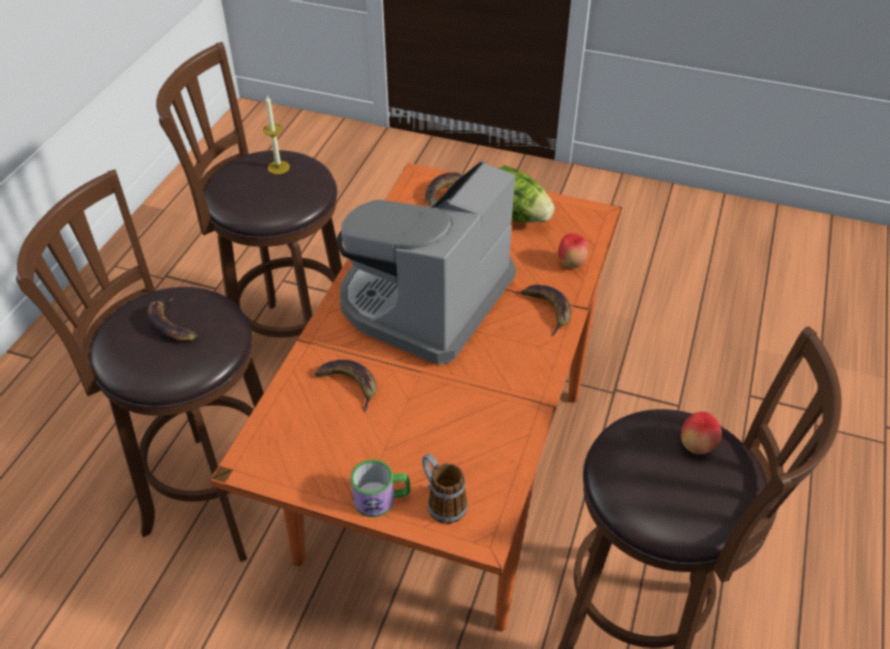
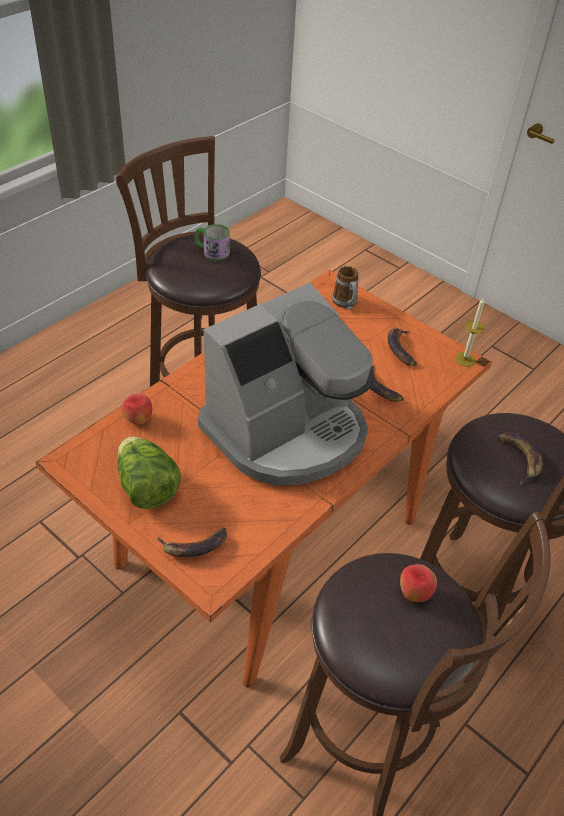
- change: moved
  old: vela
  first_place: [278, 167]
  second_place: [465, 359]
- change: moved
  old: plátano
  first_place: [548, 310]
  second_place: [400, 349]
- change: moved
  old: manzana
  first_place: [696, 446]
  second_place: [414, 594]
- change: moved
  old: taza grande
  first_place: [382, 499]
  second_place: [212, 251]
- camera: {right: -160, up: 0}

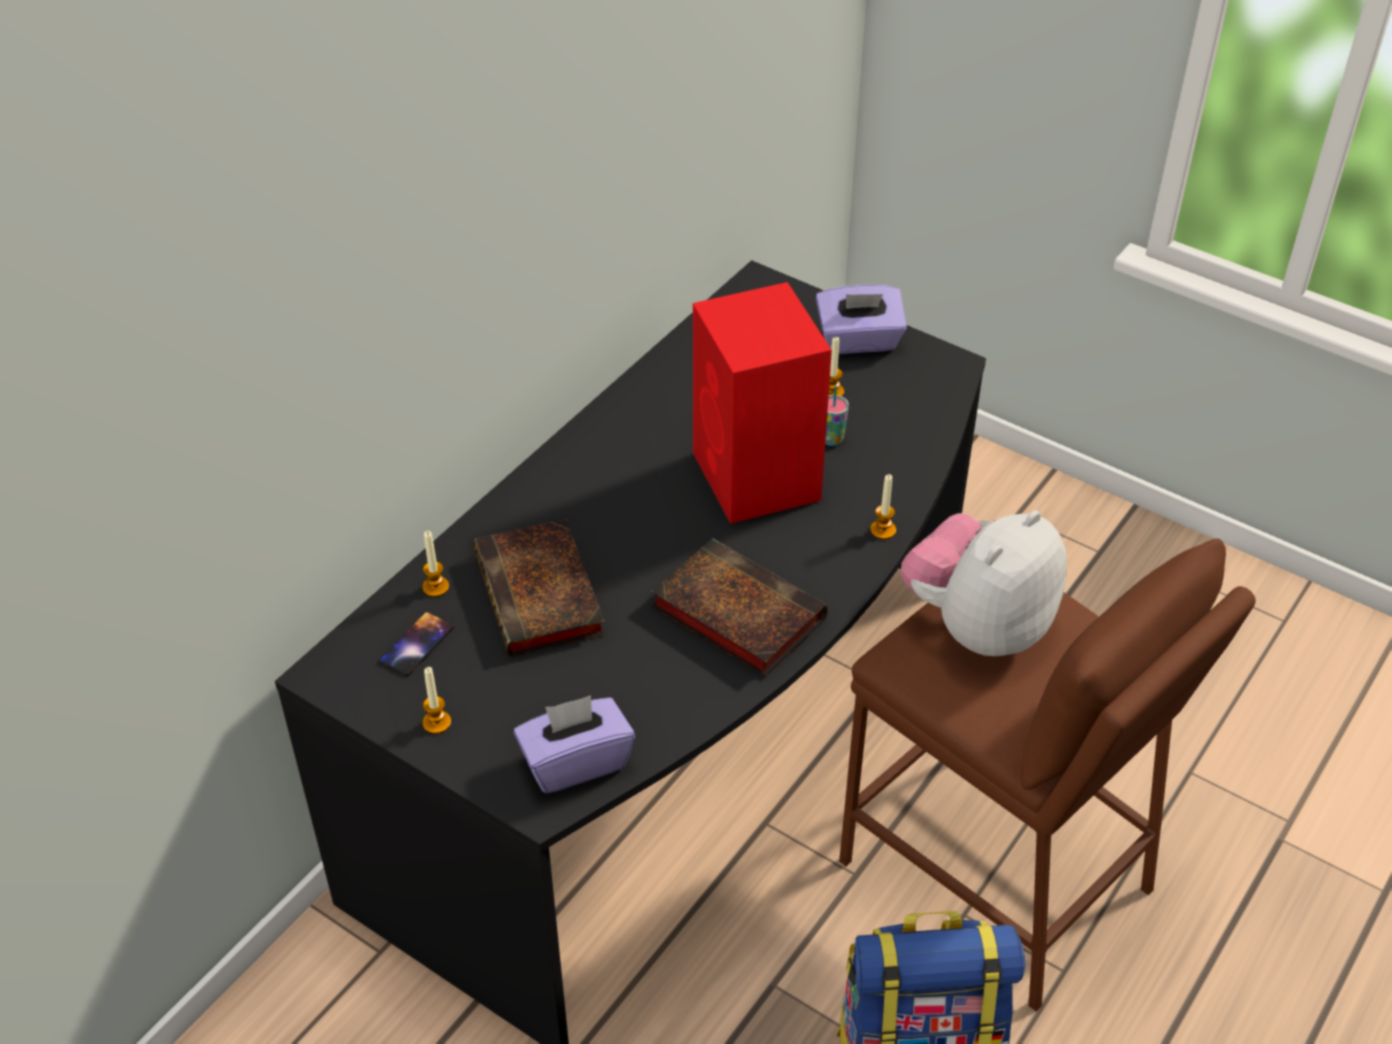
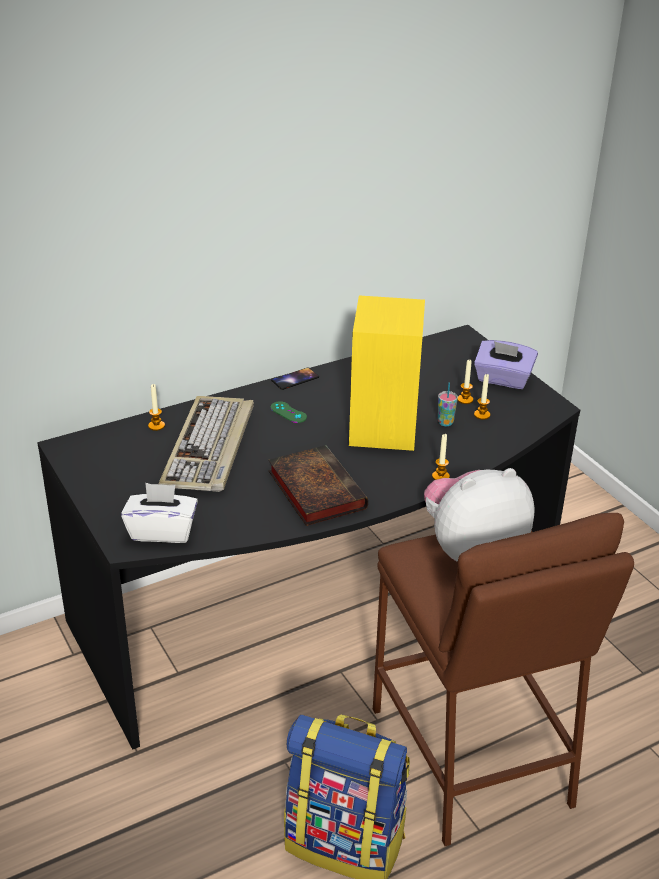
- change: recoloured
  old: altavoz (rojo)
  new: altavoz (amarillo)
  first_place: [757, 478]
  second_place: [383, 429]
- change: replaced
  old: libro
  new: teclado
  first_place: [541, 597]
  second_place: [210, 448]
- change: moved
  old: móvil
  first_place: [416, 644]
  second_place: [295, 379]
- change: moved
  old: vela
  first_place: [436, 722]
  second_place: [482, 415]
- change: recoloured
  old: caja de pañuelos (morado)
  new: caja de pañuelos (blanco)
  first_place: [575, 762]
  second_place: [162, 531]
- change: added
  new: mando de consola (verde)
  second_place: [288, 412]
- camera: {right: 25, up: -10}

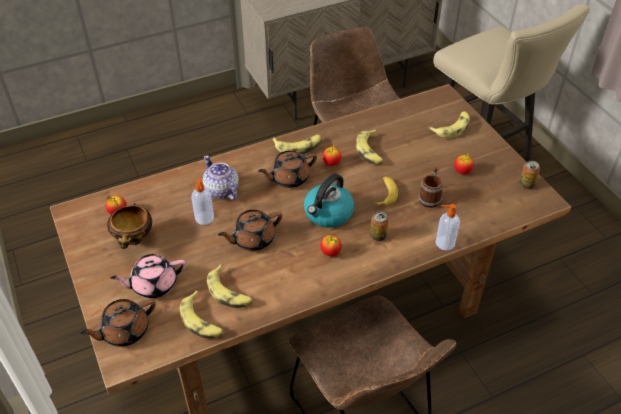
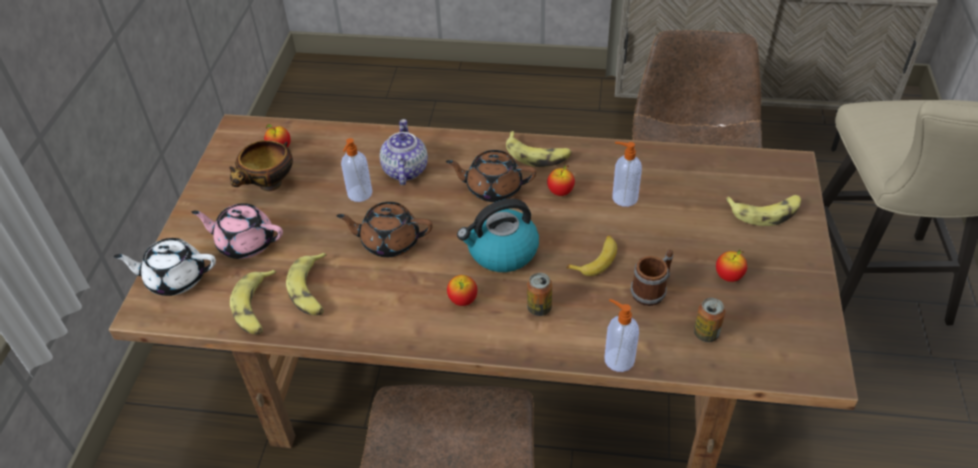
- change: replaced
  old: plátano
  new: dispensador de jabón
  first_place: [370, 151]
  second_place: [623, 198]
- change: moved
  old: lata
  first_place: [526, 184]
  second_place: [706, 333]
- change: recoloured
  old: tetera (marrón)
  new: tetera (blanco)
  first_place: [124, 331]
  second_place: [175, 278]
- camera: {right: 35, up: 0}

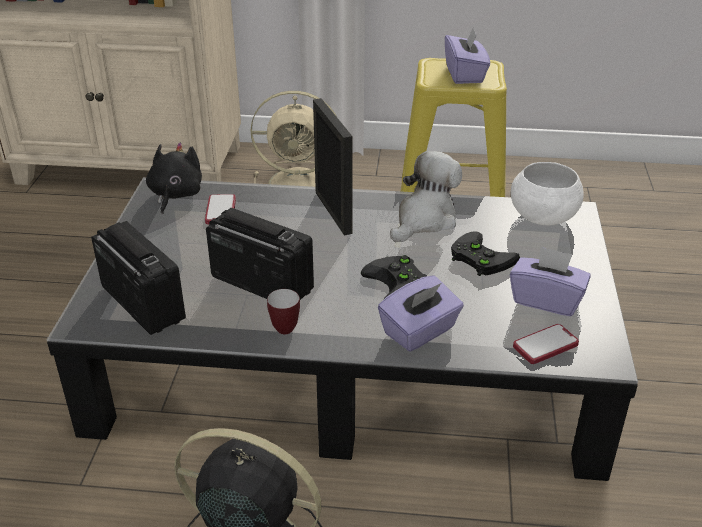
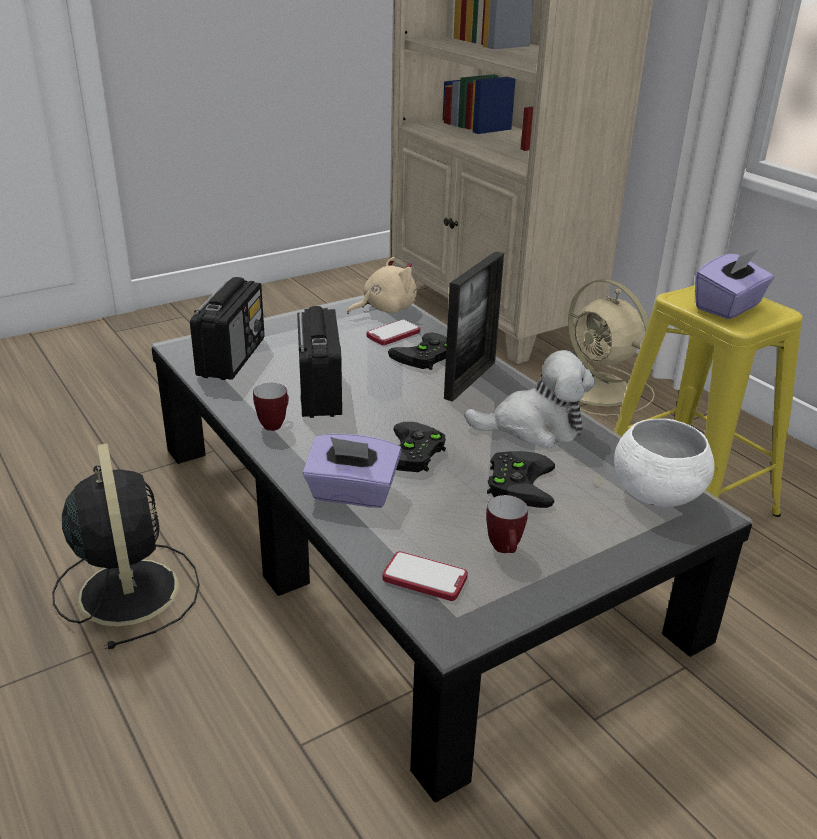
- change: recoloured
  old: peluche (negro)
  new: peluche (beis)
  first_place: [175, 195]
  second_place: [385, 309]
- change: replaced
  old: caja de pañuelos (morado)
  new: taza grande
  first_place: [546, 300]
  second_place: [505, 550]
- change: added
  new: mando de consola (negro)
  second_place: [425, 357]
- camera: {right: 50, up: -5}

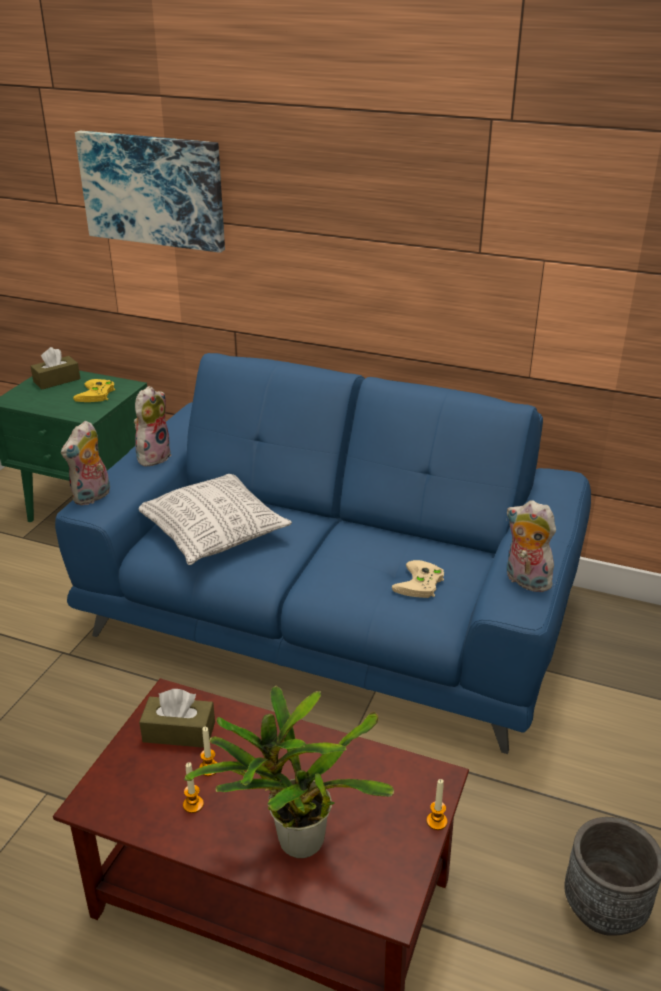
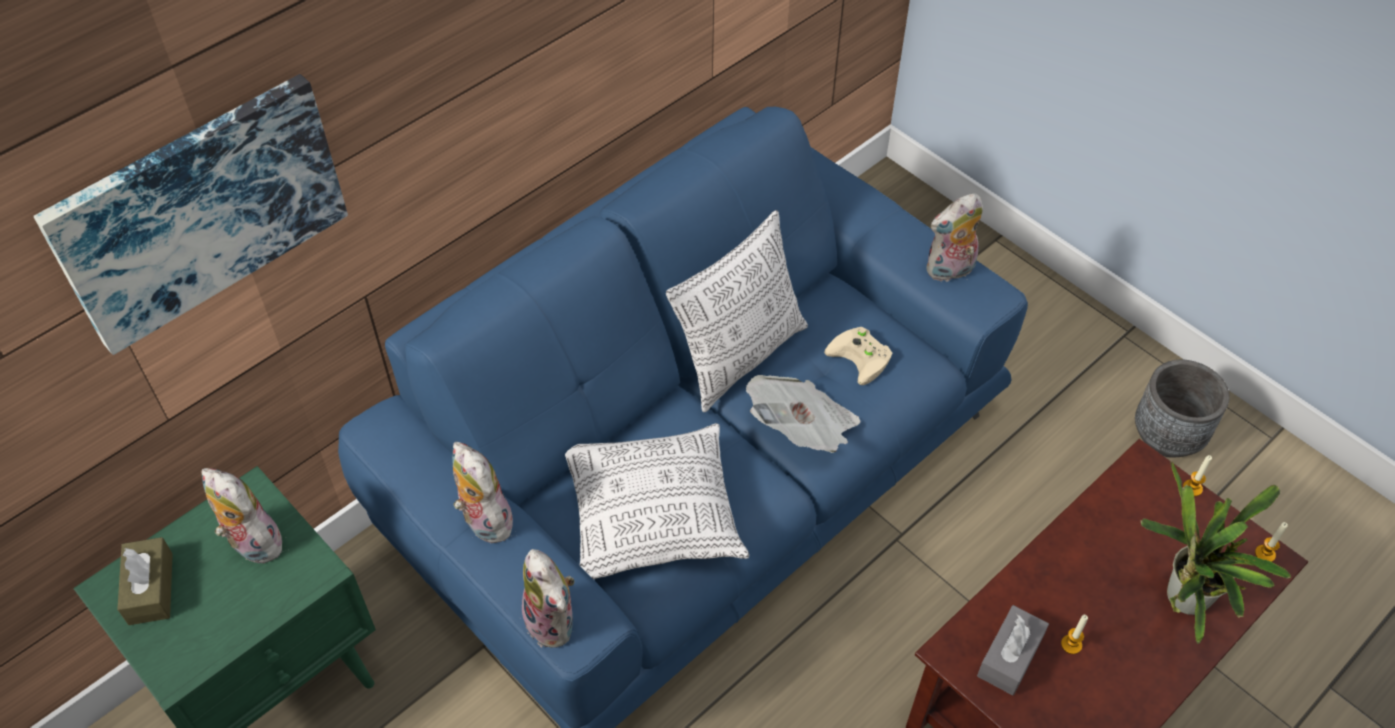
- change: replaced
  old: mando de consola (amarillo)
  new: peluche
  first_place: [96, 394]
  second_place: [251, 543]
- change: recoloured
  old: caja de pañuelos (marrón)
  new: caja de pañuelos (gris)
  first_place: [179, 732]
  second_place: [1010, 657]
- change: moved
  old: vela
  first_place: [193, 804]
  second_place: [1265, 554]
- change: added
  new: cojín
  second_place: [740, 356]
- change: added
  new: periódico
  second_place: [802, 430]
- camera: {right: -65, up: 20}

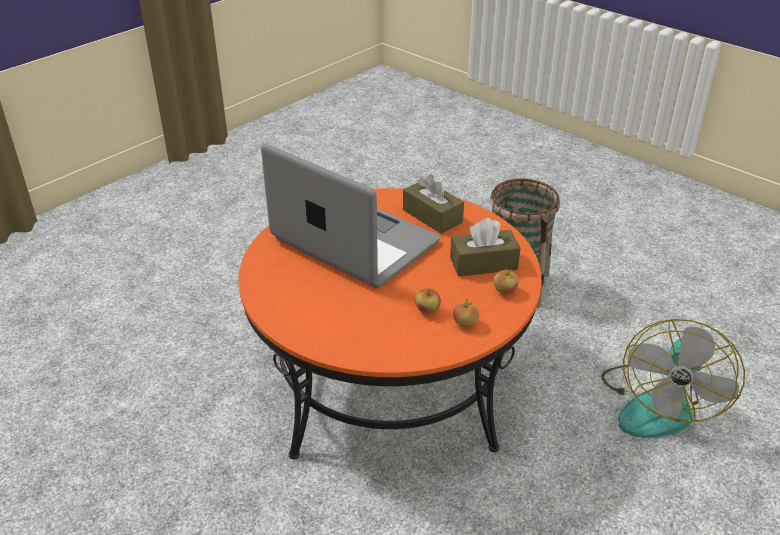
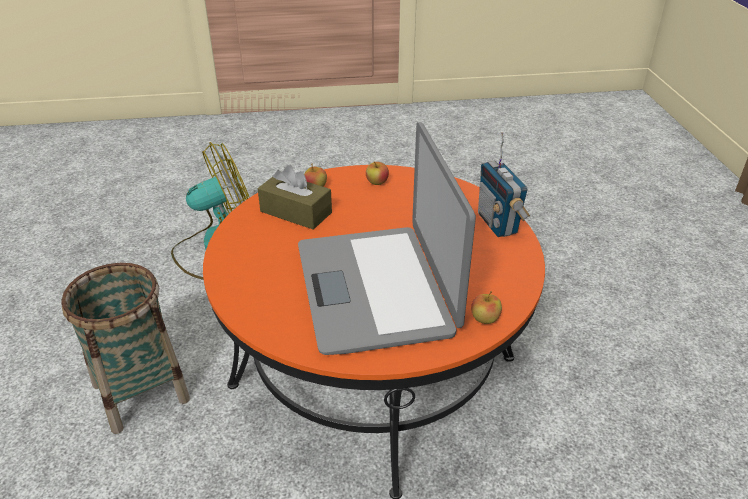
- change: removed
  old: caja de pañuelos (marrón)
  first_place: [432, 216]
- change: moved
  old: manzana
  first_place: [427, 310]
  second_place: [484, 319]
- change: added
  new: radio
  second_place: [498, 224]
- camera: {right: -140, up: 0}

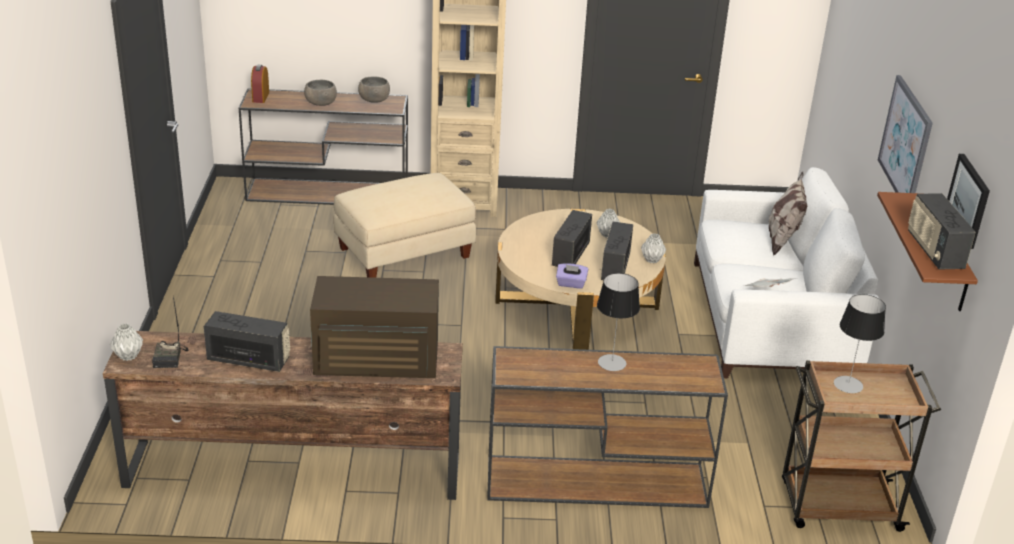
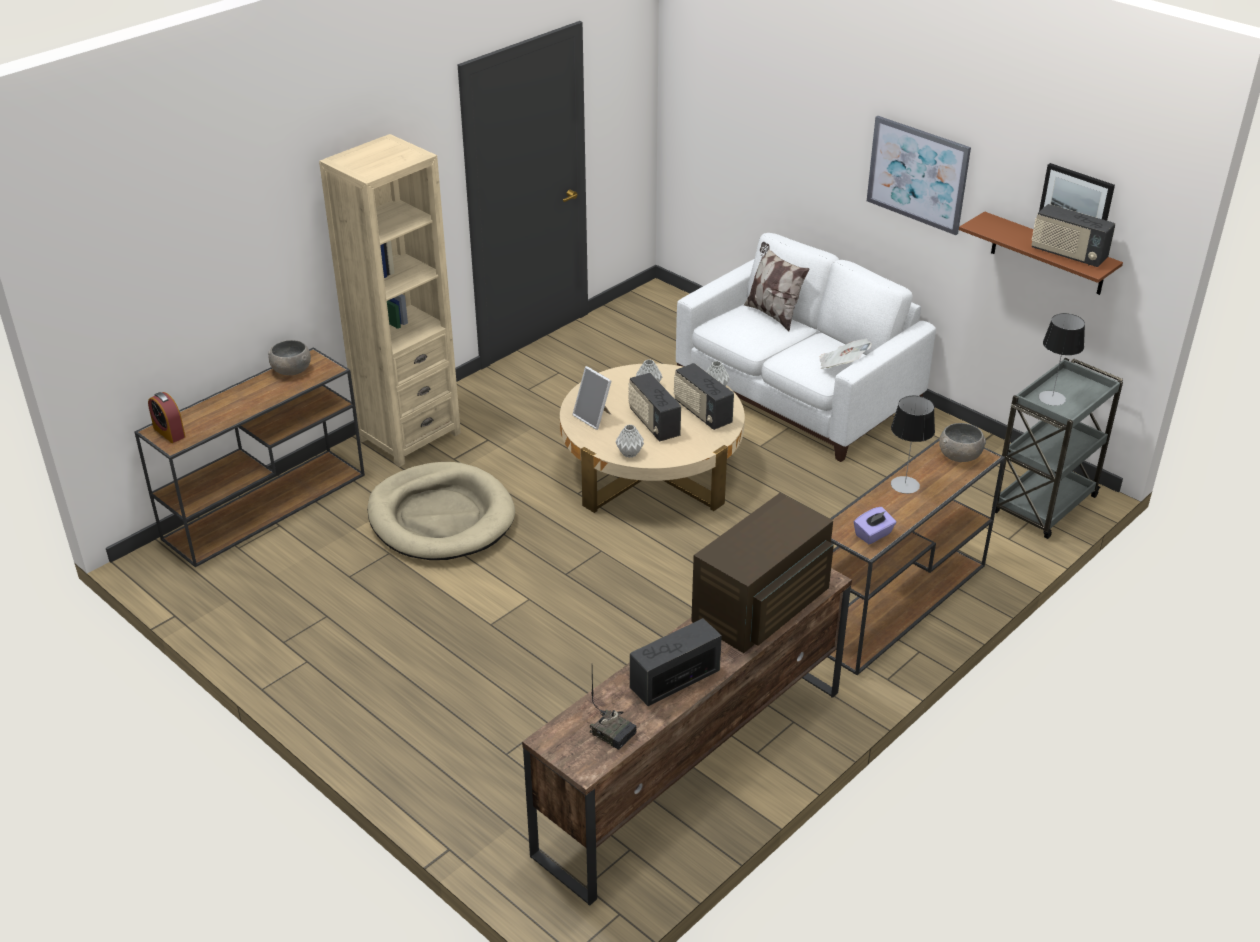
- change: moved
  old: cuenco (gris)
  first_place: [320, 103]
  second_place: [960, 456]
- change: replaced
  old: puf (beis)
  new: cama para perro (beis)
  first_place: [404, 252]
  second_place: [441, 517]
- change: moved
  old: caja de pañuelos (morado)
  first_place: [571, 284]
  second_place: [873, 535]
- change: moved
  old: florero (gris)
  first_place: [128, 356]
  second_place: [630, 453]
- change: recoloured
  old: carrito (marrón)
  new: carrito (gris)
  first_place: [837, 506]
  second_place: [1043, 506]
- change: added
  new: portarretratos
  second_place: [594, 418]
- camera: {right: -45, up: 5}

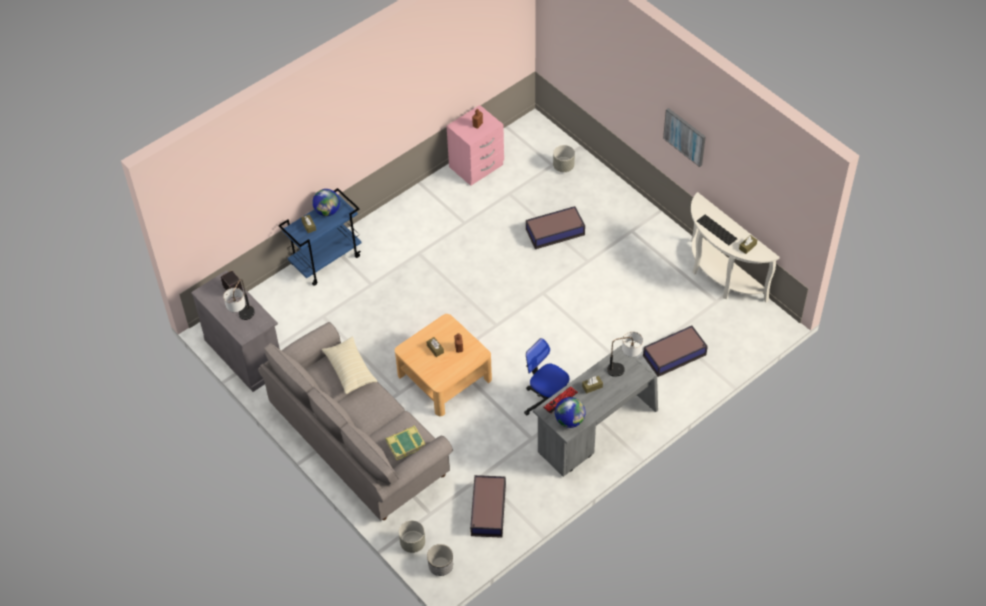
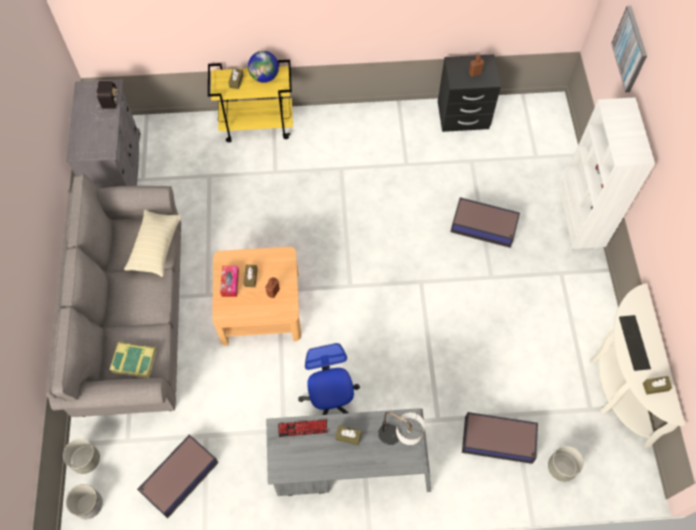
- change: recoloured
  old: mesita de noche (rosa)
  new: mesita de noche (negro)
  first_place: [477, 166]
  second_place: [463, 116]
- change: moved
  old: cuadro
  first_place: [685, 136]
  second_place: [630, 49]
- change: moved
  old: maceta (gris)
  first_place: [563, 166]
  second_place: [561, 468]
- change: recoloured
  old: carrito (azul)
  new: carrito (amarillo)
  first_place: [326, 260]
  second_place: [258, 125]
- change: removed
  old: lámpara de mesa
  first_place: [243, 319]
- change: removed
  old: globo terráqueo
  first_place: [569, 420]
- change: added
  new: estantería (blanco)
  second_place: [578, 226]
- change: added
  new: caja de pañuelos
  second_place: [230, 283]
- camera: {right: 35, up: 10}

